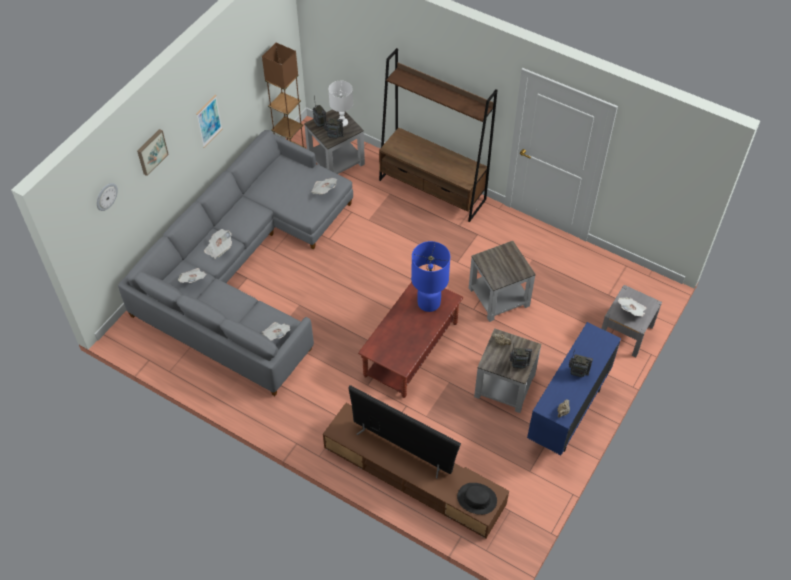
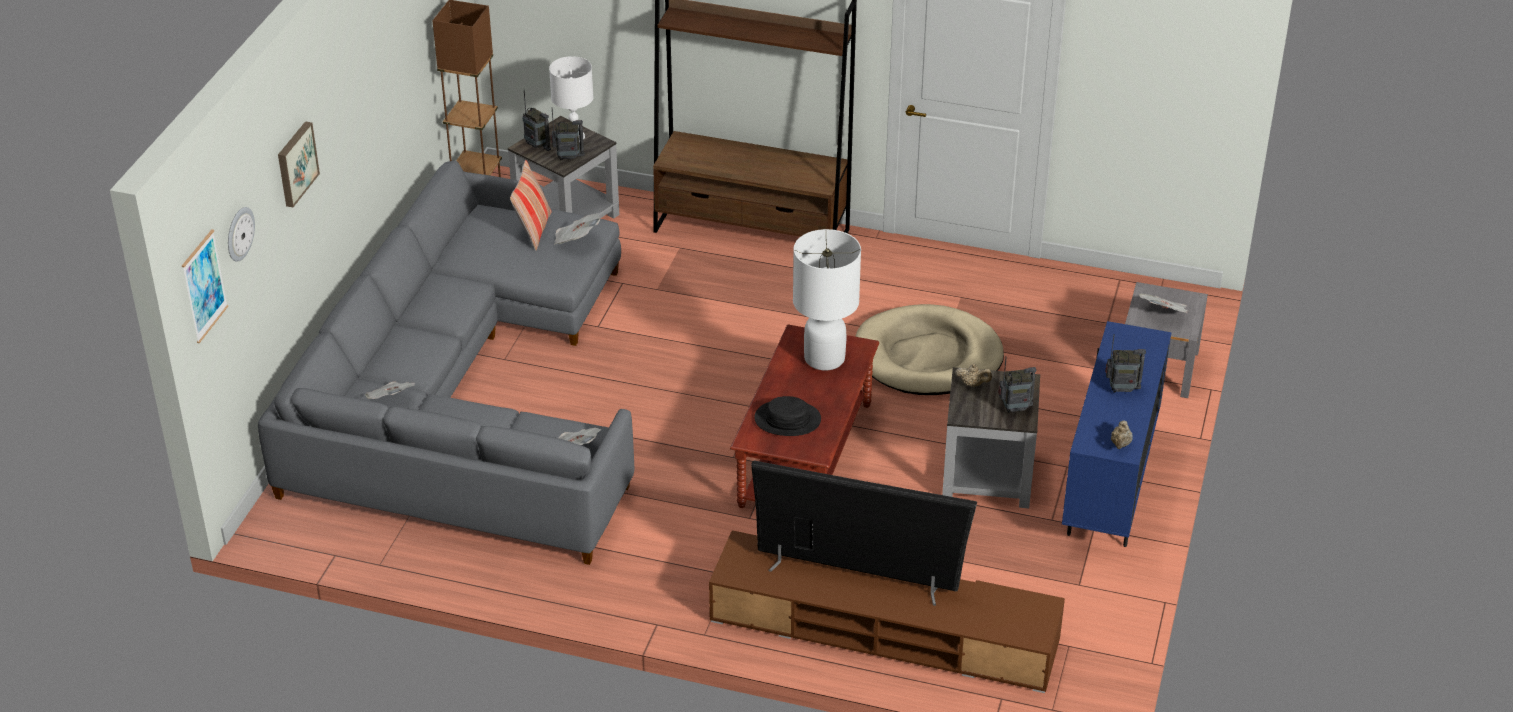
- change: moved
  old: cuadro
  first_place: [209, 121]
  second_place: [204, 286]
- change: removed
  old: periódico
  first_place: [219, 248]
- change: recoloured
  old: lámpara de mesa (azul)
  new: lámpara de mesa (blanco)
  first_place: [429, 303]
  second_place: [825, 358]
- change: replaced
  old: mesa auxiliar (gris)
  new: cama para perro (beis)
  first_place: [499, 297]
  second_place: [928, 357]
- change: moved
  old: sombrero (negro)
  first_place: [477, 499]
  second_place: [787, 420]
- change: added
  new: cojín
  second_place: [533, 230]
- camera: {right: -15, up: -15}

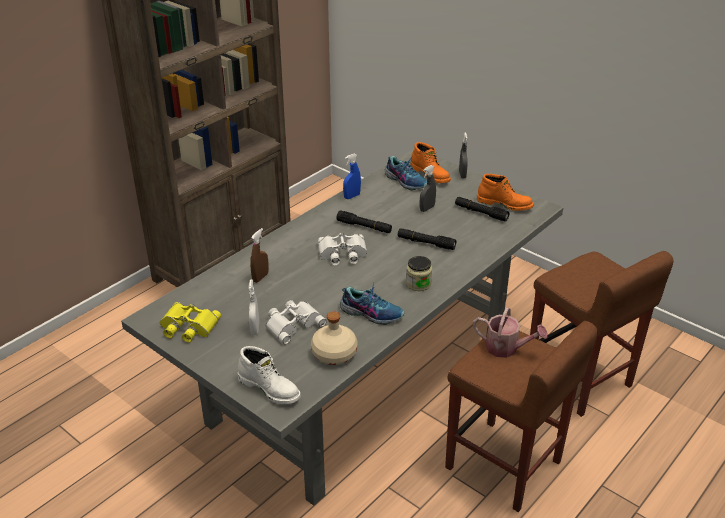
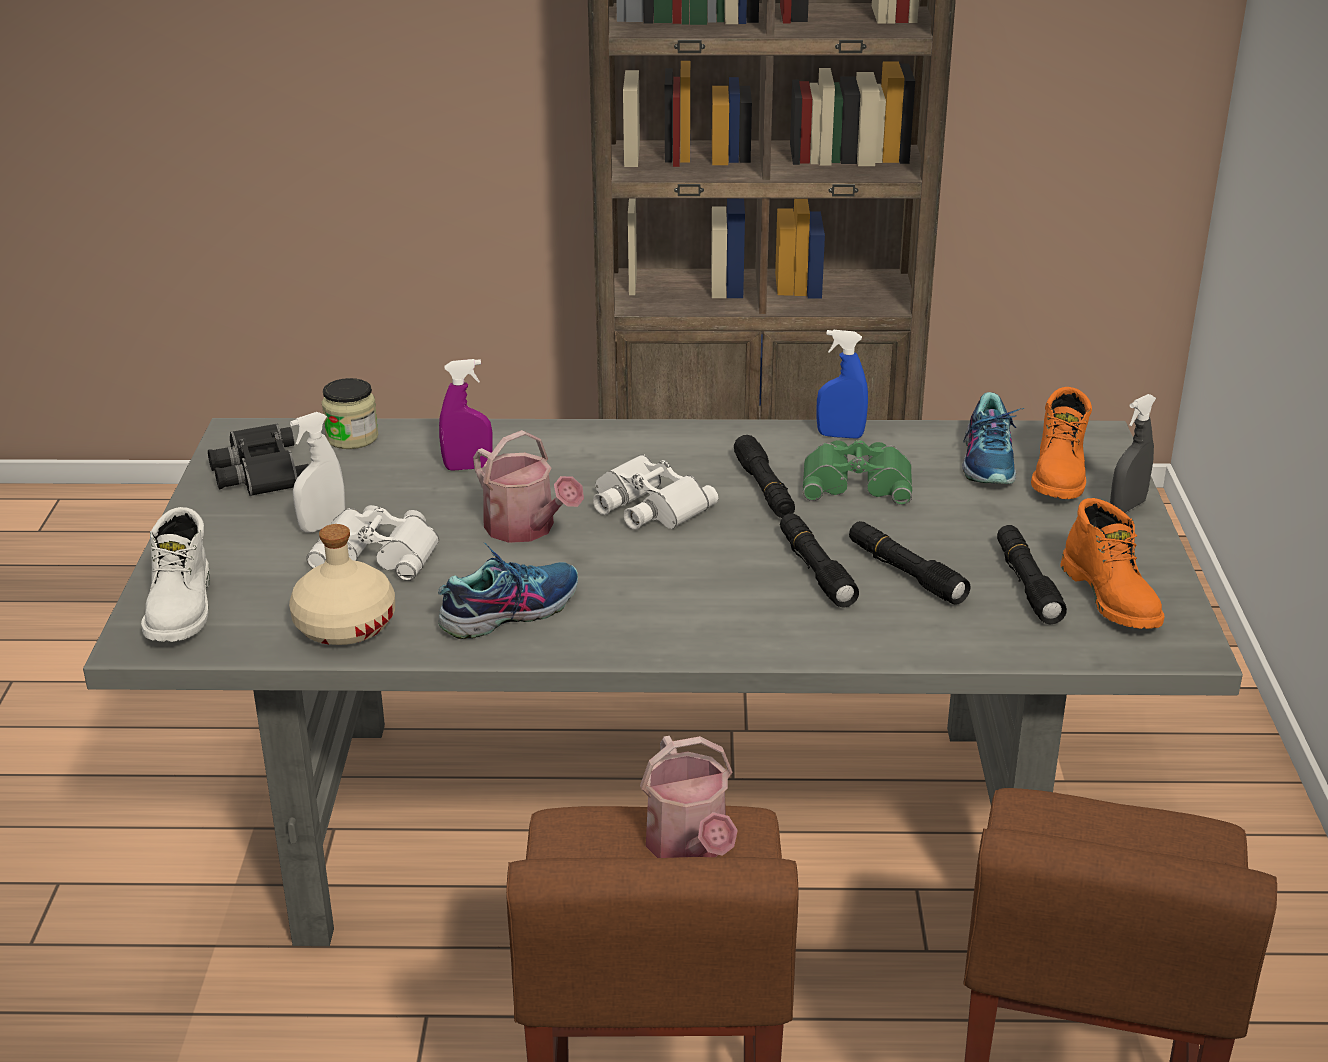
- change: removed
  old: pulverizador (gris)
  first_place: [427, 208]
- change: recoloured
  old: pulverizador (marrón)
  new: pulverizador (morado)
  first_place: [260, 277]
  second_place: [468, 467]
- change: moved
  old: tarro
  first_place: [418, 284]
  second_place: [352, 438]
- change: turned
  old: zapato
  first_place: [371, 313]
  second_place: [510, 610]
  degrees: -105
- change: recoloured
  old: prismáticos (amarillo)
  new: prismáticos (negro)
  first_place: [188, 327]
  second_place: [258, 471]
- change: added
  new: regadera
  second_place: [526, 529]
- change: added
  new: prismáticos (verde)
  second_place: [857, 481]
- change: added
  new: linterna (negro)
  second_place: [905, 573]
- camera: {right: 50, up: -5}

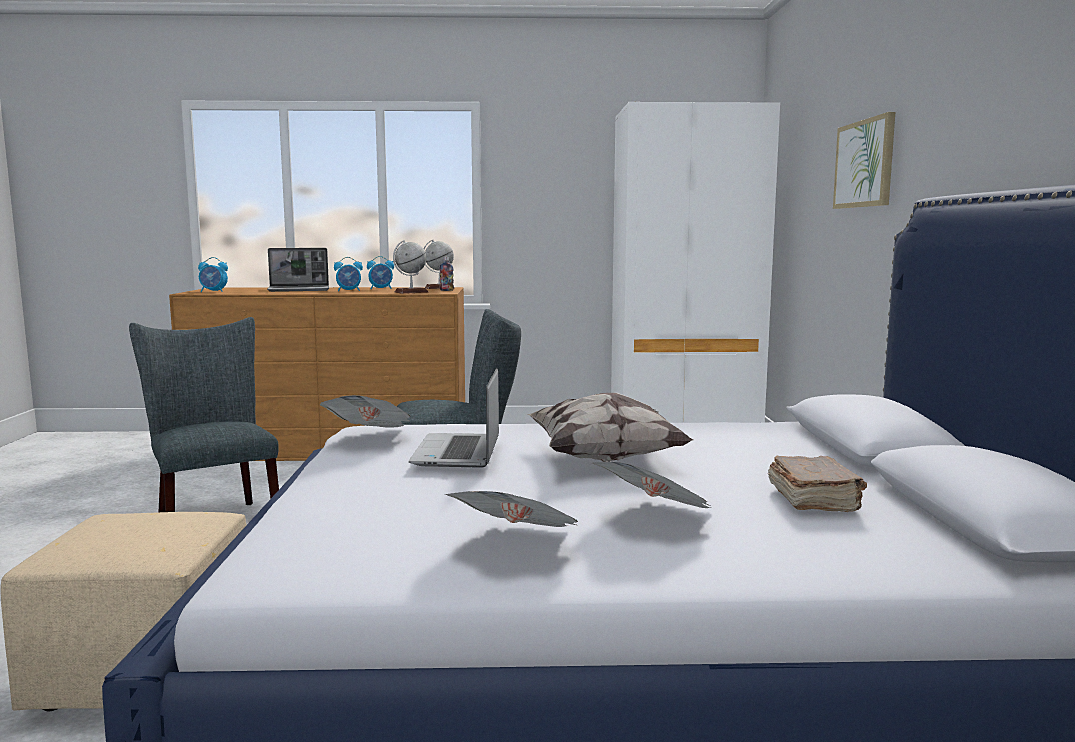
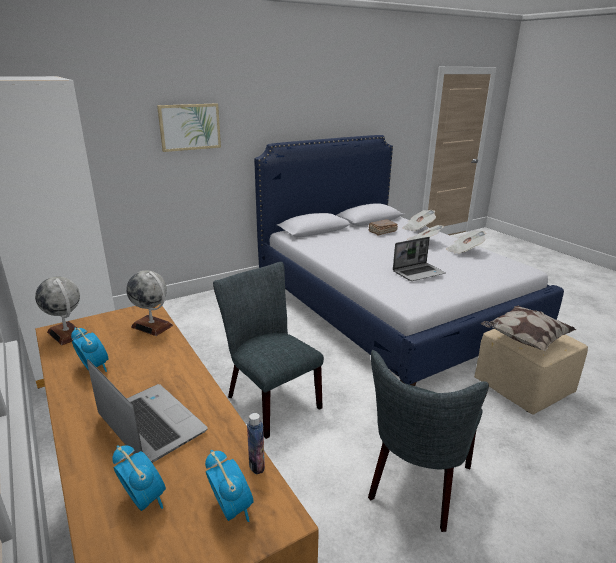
- change: moved
  old: despertador
  first_place: [349, 290]
  second_place: [143, 500]
- change: moved
  old: botella
  first_place: [446, 290]
  second_place: [256, 465]
- change: moved
  old: cojín
  first_place: [606, 458]
  second_place: [524, 339]
- change: moved
  old: periódico
  first_place: [370, 437]
  second_place: [418, 228]
- camera: {right: -120, up: 15}

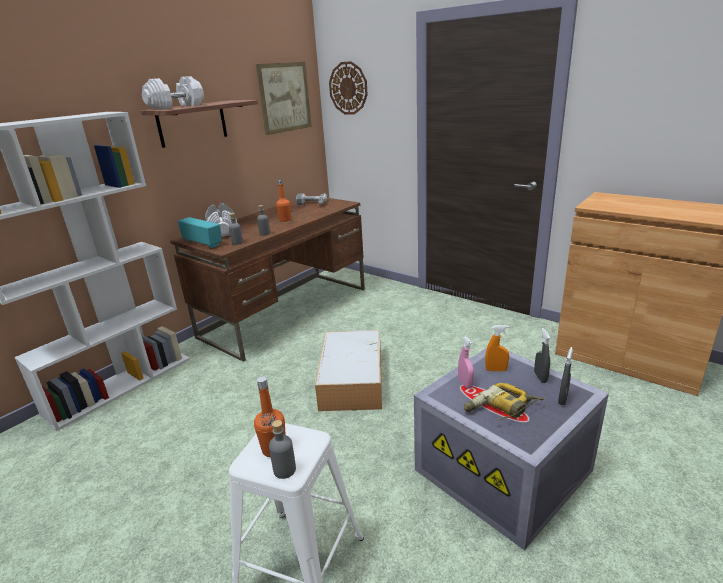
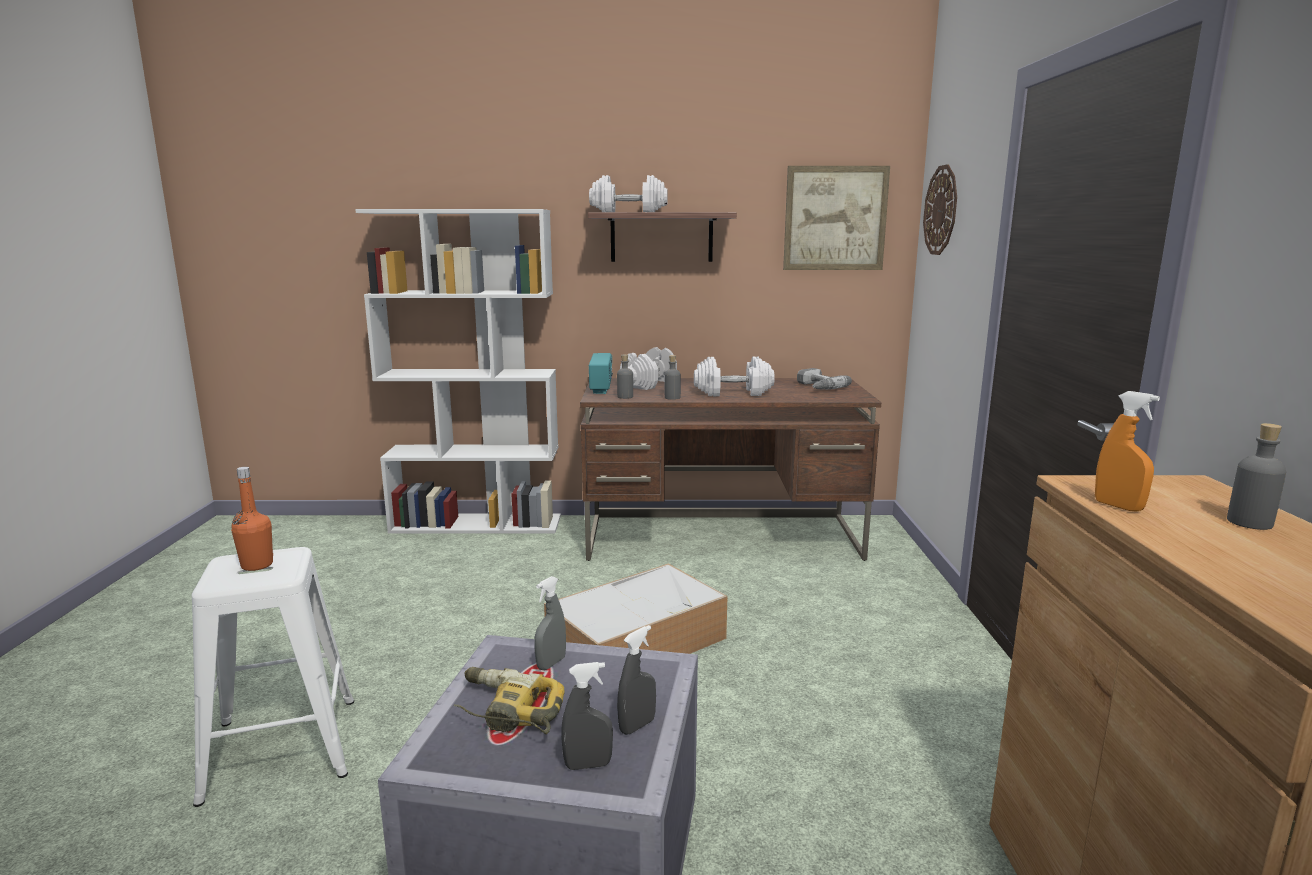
- change: replaced
  old: botella (naranja)
  new: mancuerna (blanco)
  first_place: [285, 220]
  second_place: [733, 393]
- change: moved
  old: pulverizador (naranja)
  first_place: [496, 370]
  second_place: [1118, 506]
- change: recoloured
  old: pulverizador (rosa)
  new: pulverizador (gris)
  first_place: [465, 383]
  second_place: [551, 663]
- change: moved
  old: botella (gris)
  first_place: [284, 470]
  second_place: [1249, 522]
- camera: {right: 50, up: -10}

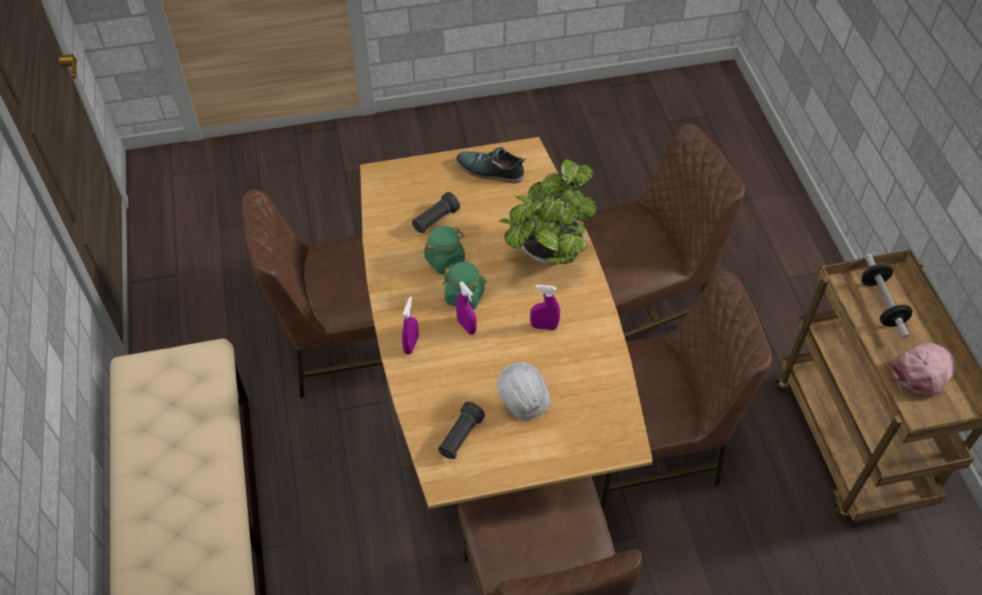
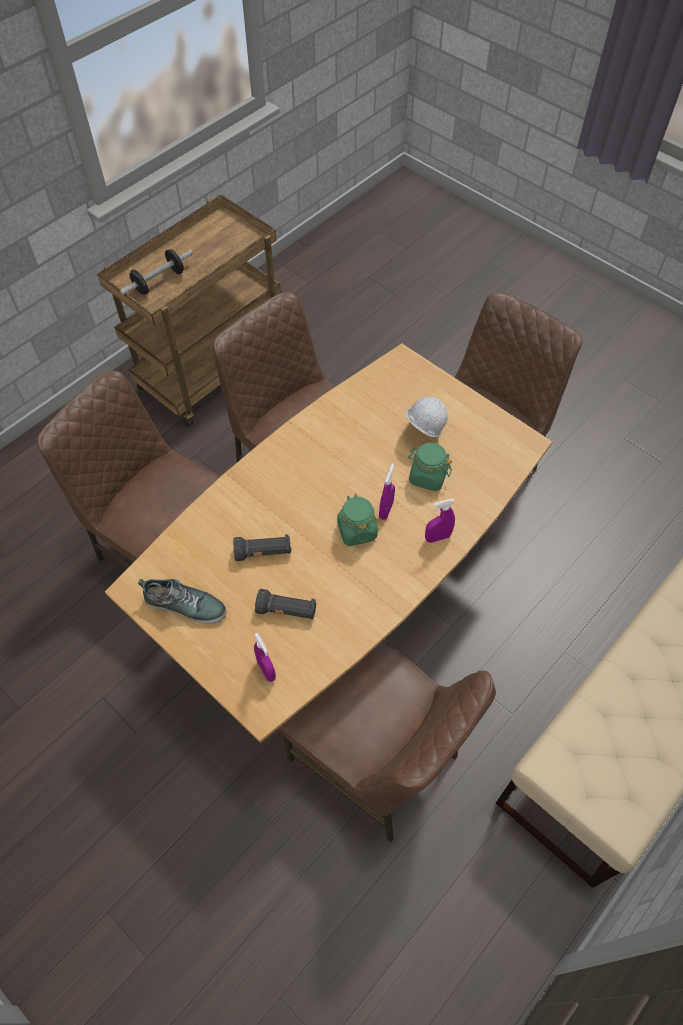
- change: turned
  old: zapato
  first_place: [490, 171]
  second_place: [186, 605]
  degrees: -60
- change: removed
  old: planta en maceta
  first_place: [547, 255]
- change: moved
  old: tarro (verde)
  first_place: [445, 260]
  second_place: [427, 476]
- change: moved
  old: pulverizador (morado)
  first_place: [544, 326]
  second_place: [266, 670]
- change: removed
  old: gorra (rosa)
  first_place: [922, 371]
- change: moved
  old: linterna (negro)
  first_place: [460, 437]
  second_place: [263, 552]
- camera: {right: -125, up: 5}

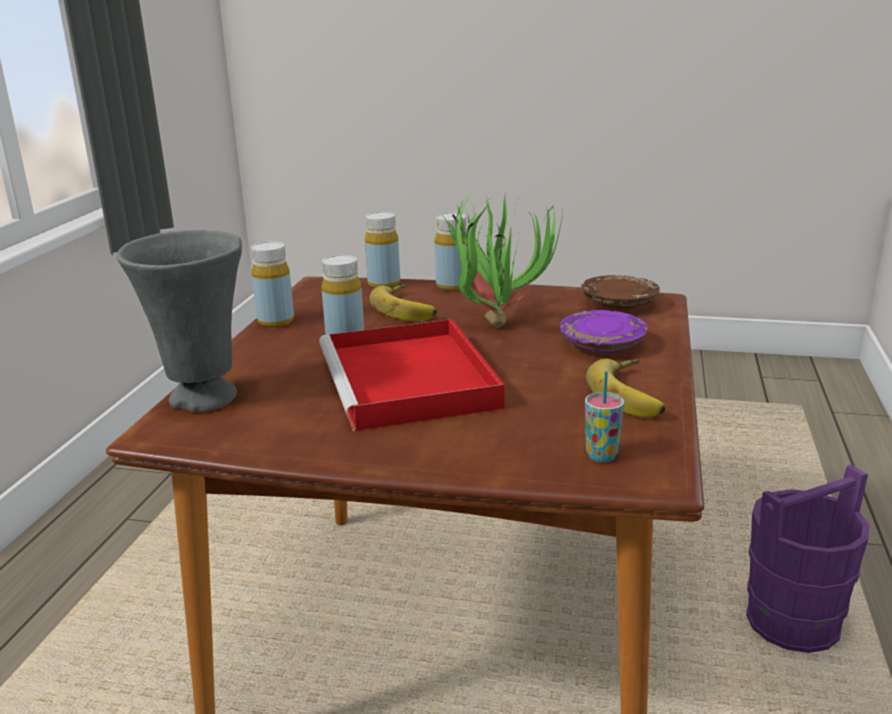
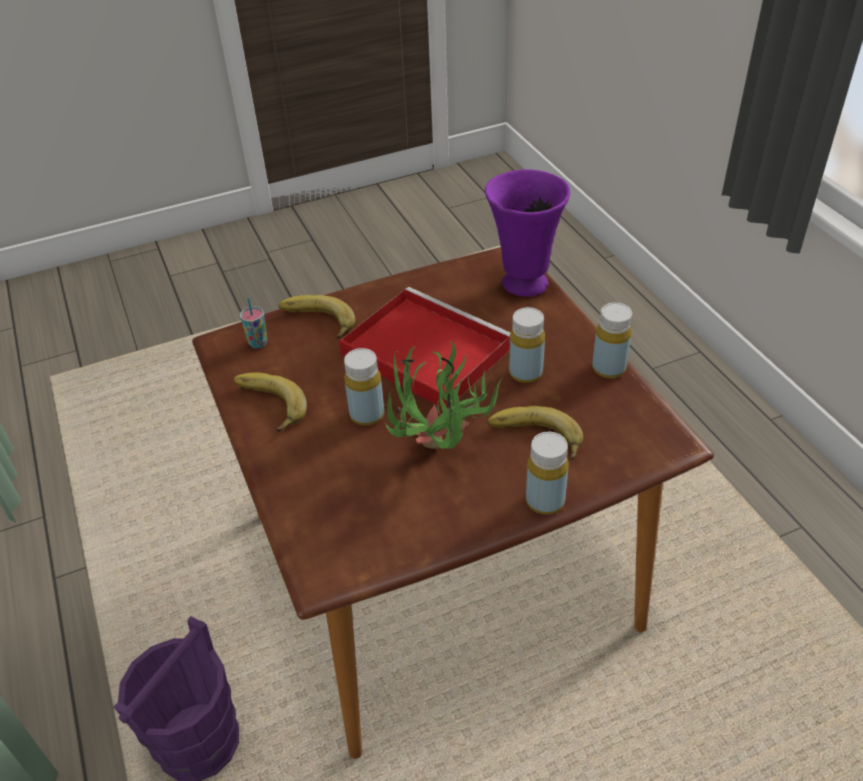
- change: moved
  old: botella (amarillo)
  first_place: [384, 284]
  second_place: [367, 414]
- change: recoloured
  old: florero (gris)
  new: florero (morado)
  first_place: [204, 399]
  second_place: [523, 283]
- change: removed
  old: plato (marrón)
  first_place: [618, 303]
- change: removed
  old: plato (morado)
  first_place: [602, 345]
- change: added
  new: plátano
  second_place: [316, 322]
- camera: {right: 145, up: 20}

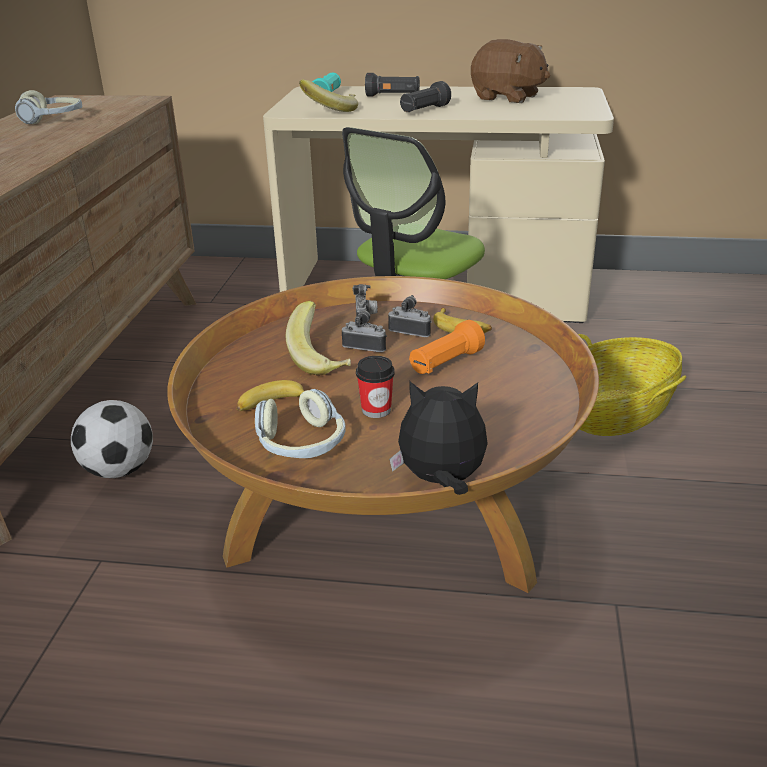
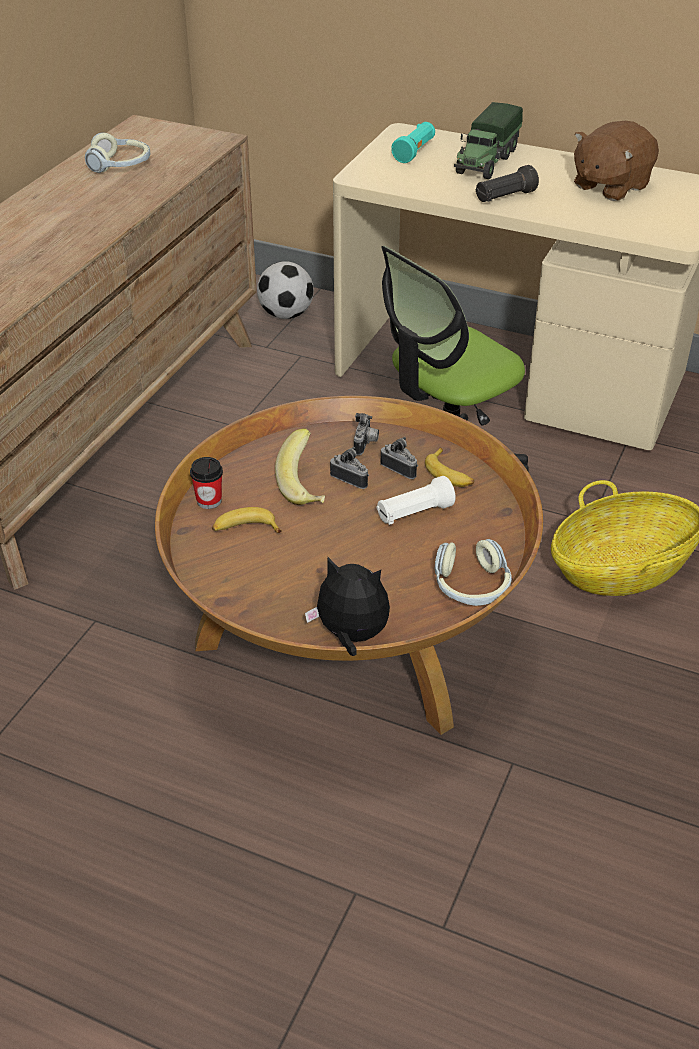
- change: turned
  old: peluche (marrón)
  first_place: [507, 97]
  second_place: [610, 186]
  degrees: 90
- change: replaced
  old: linterna (negro)
  new: camión de juguete
  first_place: [393, 96]
  second_place: [486, 162]
- change: removed
  old: plátano
  first_place: [331, 111]
- change: recoloured
  old: linterna (naranja)
  new: linterna (blanco)
  first_place: [445, 363]
  second_place: [414, 513]
- change: moved
  old: taza
  first_place: [376, 410]
  second_place: [209, 501]
- change: moved
  old: auriculares
  first_place: [302, 444]
  second_place: [471, 586]
- change: moved
  old: balón de fútbol
  first_place: [119, 470]
  second_place: [286, 314]
- camera: {right: 15, up: 10}

